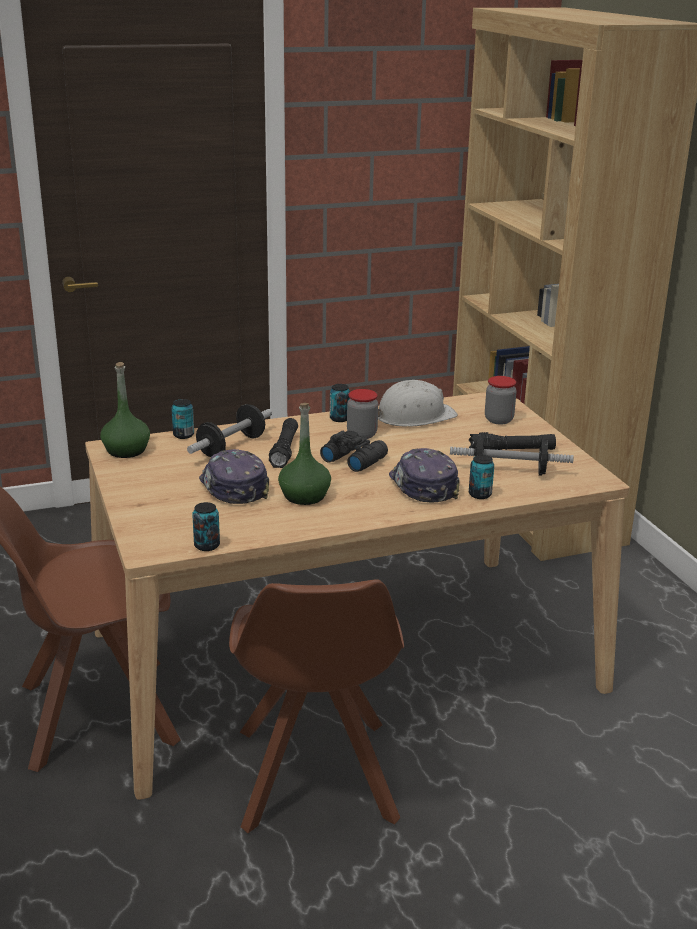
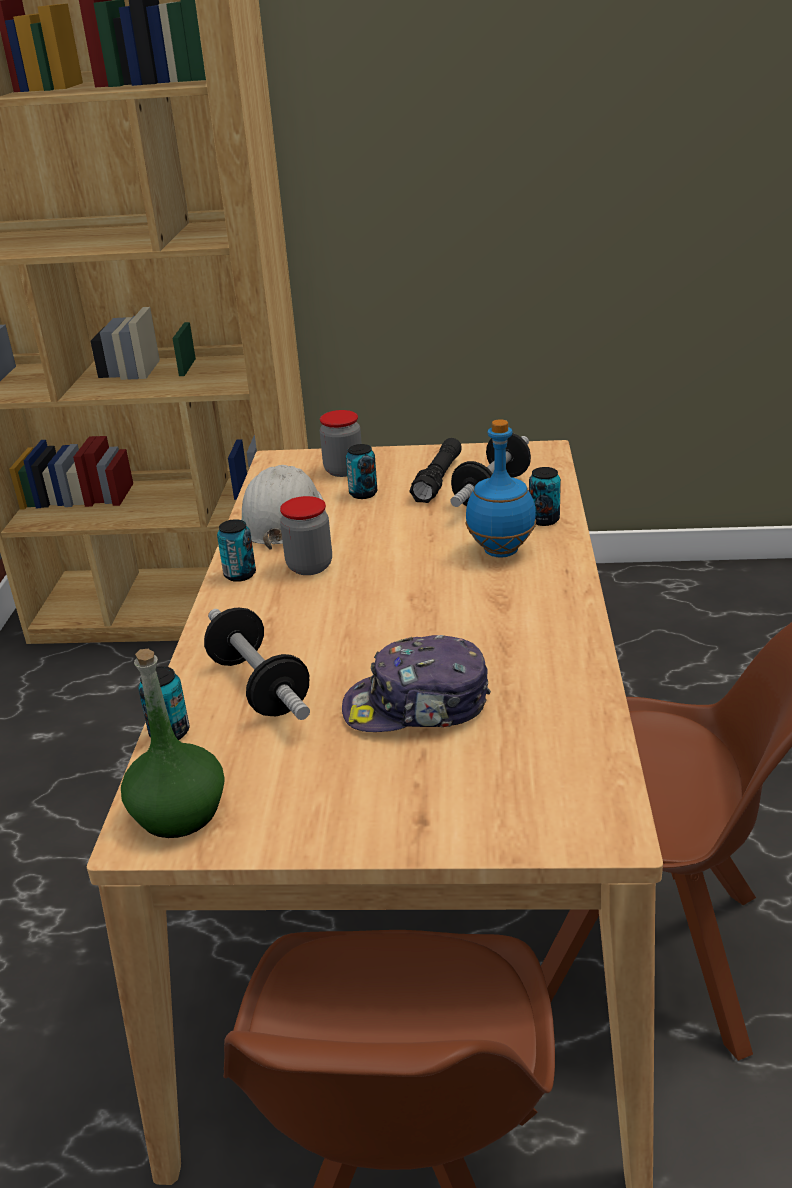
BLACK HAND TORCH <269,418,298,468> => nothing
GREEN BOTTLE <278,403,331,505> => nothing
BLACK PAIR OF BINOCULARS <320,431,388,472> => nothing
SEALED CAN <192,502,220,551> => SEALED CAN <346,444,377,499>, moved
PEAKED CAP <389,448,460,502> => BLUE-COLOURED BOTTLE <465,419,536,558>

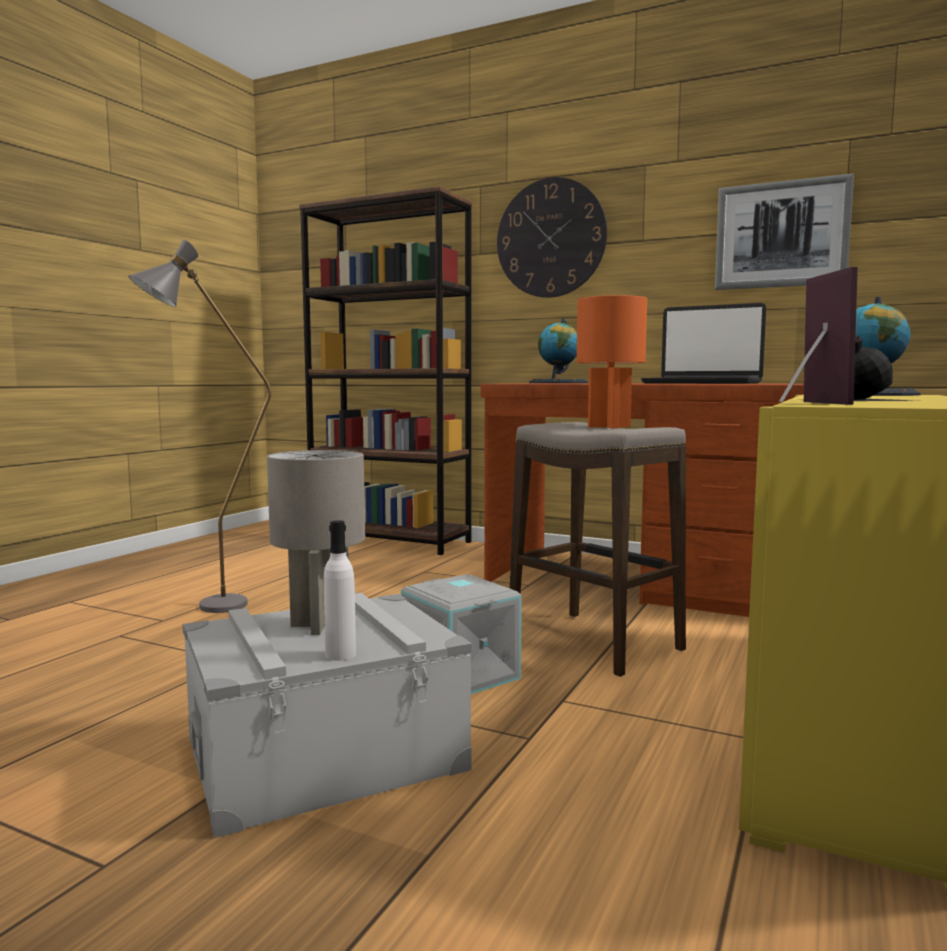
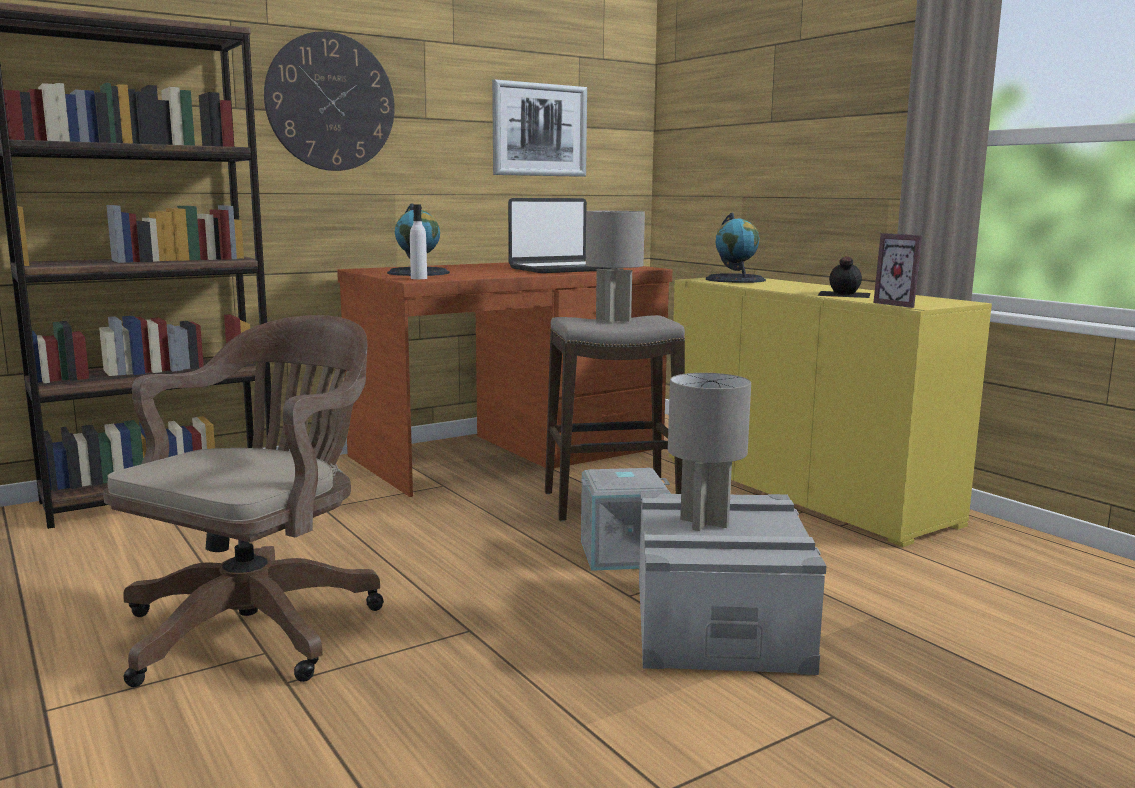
WHITISH BOTTLE <324,520,356,661> => WHITISH BOTTLE <410,204,427,279>, moved
GREY STANDING LAMP <128,240,271,613> => BROWNISH OFFICE CHAIR <103,315,384,687>
ORANGE LAMP FOR A TABLE <577,295,647,429> => GREY LAMP FOR A TABLE <586,211,645,323>
PHOTO FRAME <779,267,858,405> => PHOTO FRAME <873,233,922,308>, 150 degrees counterclockwise

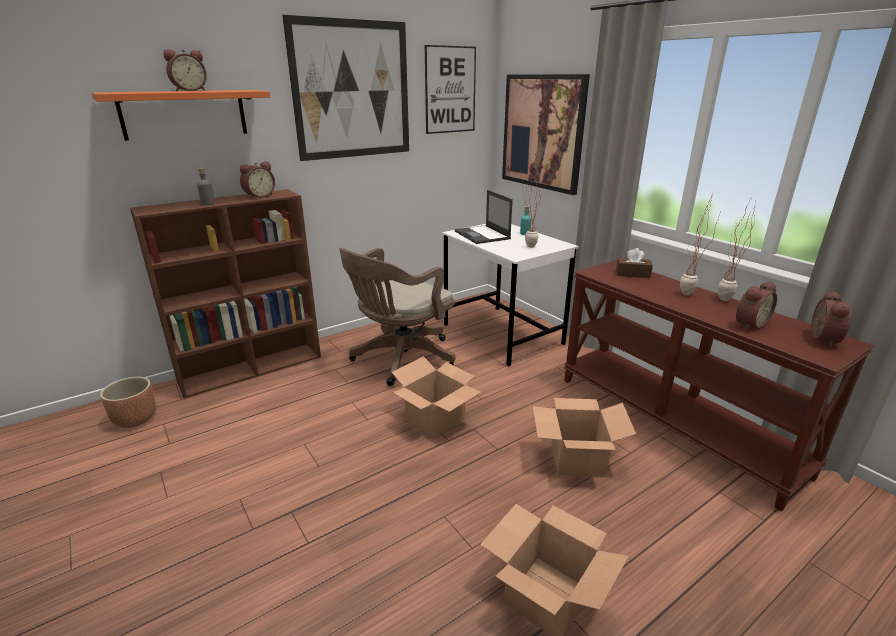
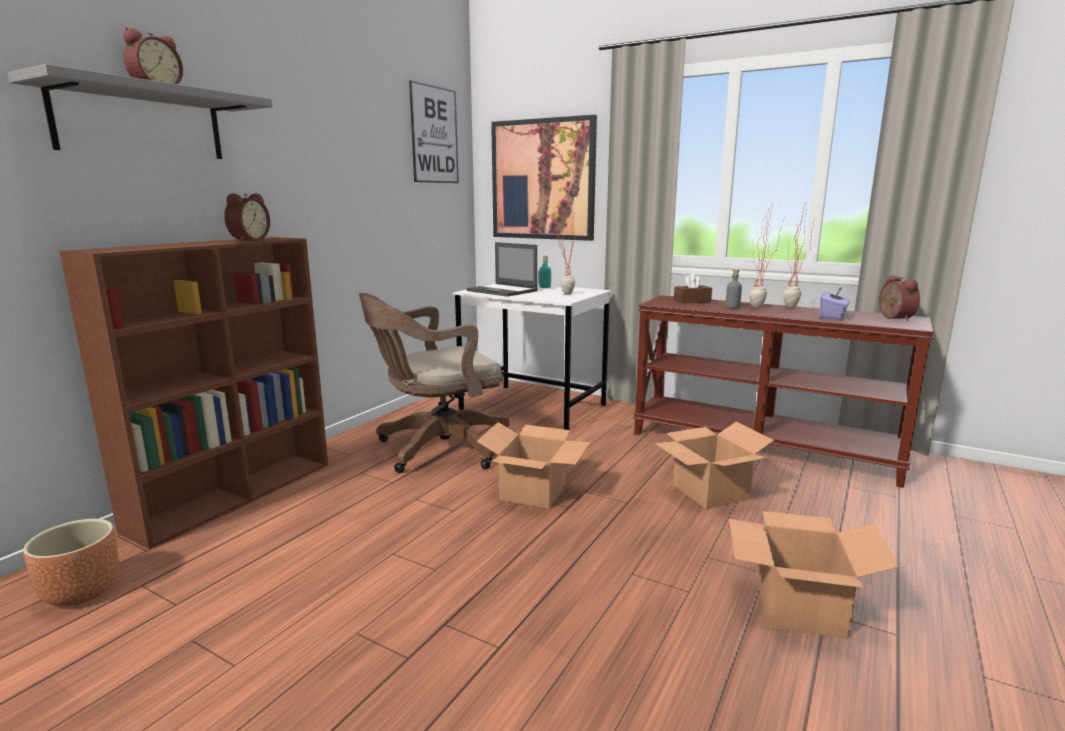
PICTURE <282,15,409,161> => nothing
GREY BOTTLE <197,168,215,205> => GREY BOTTLE <725,269,742,309>, moved
BEDSIDE CLOCK <736,281,777,330> => PURPLISH BOX OF TISSUES <820,286,850,320>
ORANGE BRACKET SHELF <92,90,270,141> => GREY BRACKET SHELF <7,64,273,159>
BROWNISH OFFICE CHAIR <339,248,455,386> => BROWNISH OFFICE CHAIR <359,293,509,473>, 45 degrees clockwise

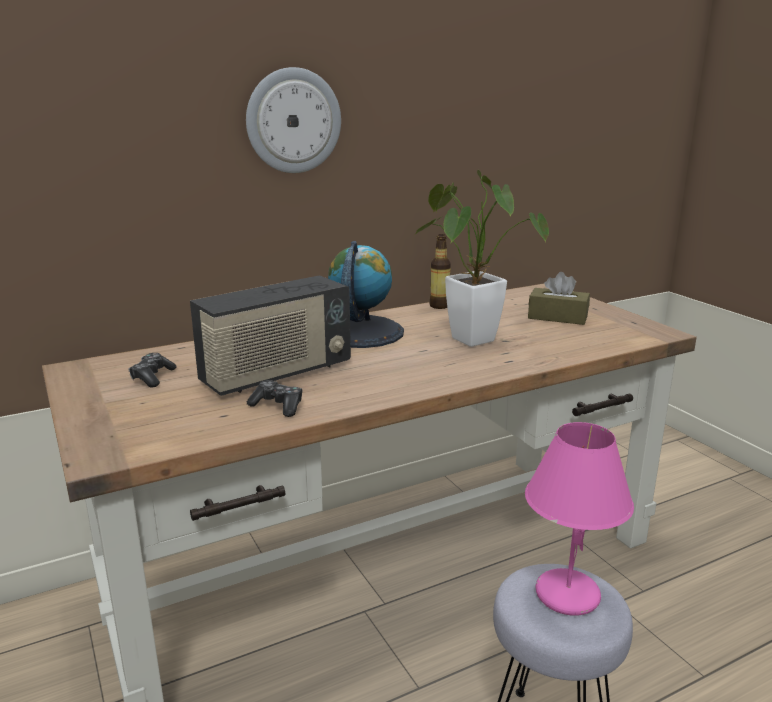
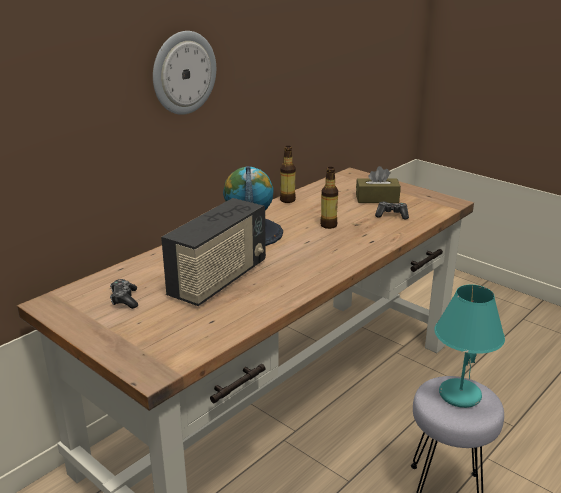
GAMEPAD <247,380,302,417> => GAMEPAD <375,202,409,219>, moved
PLANT IN A POT <416,170,549,347> => BOTTLE <320,167,338,229>
PINK-COLOURED LAMP FOR A TABLE <525,422,634,616> => TURQUOISE LAMP FOR A TABLE <434,285,505,408>

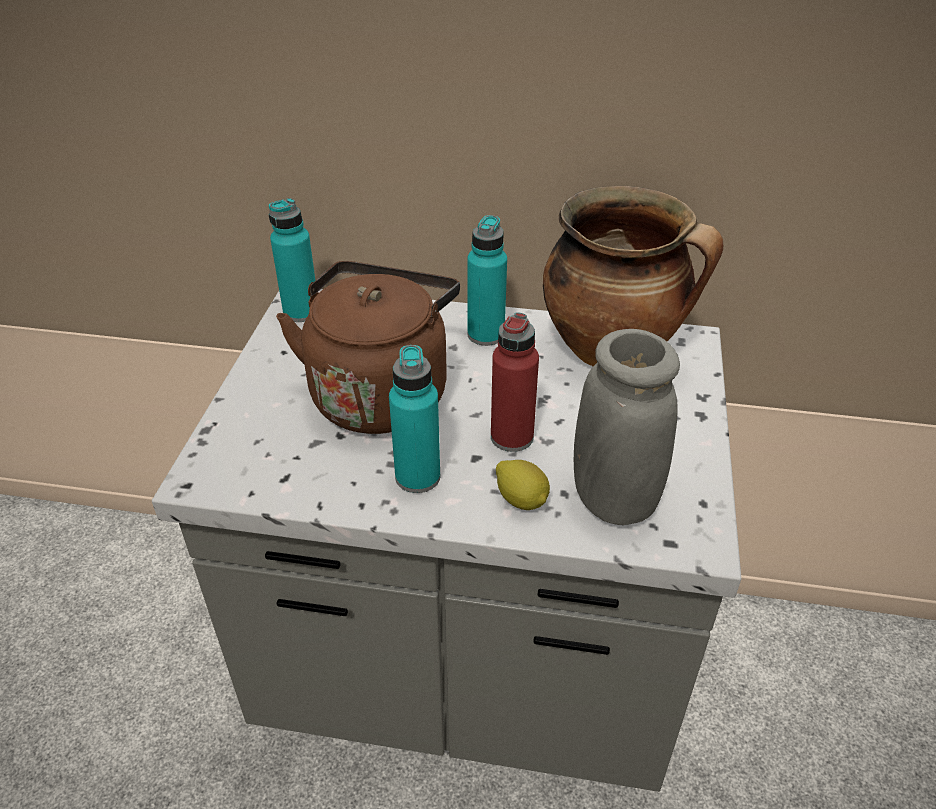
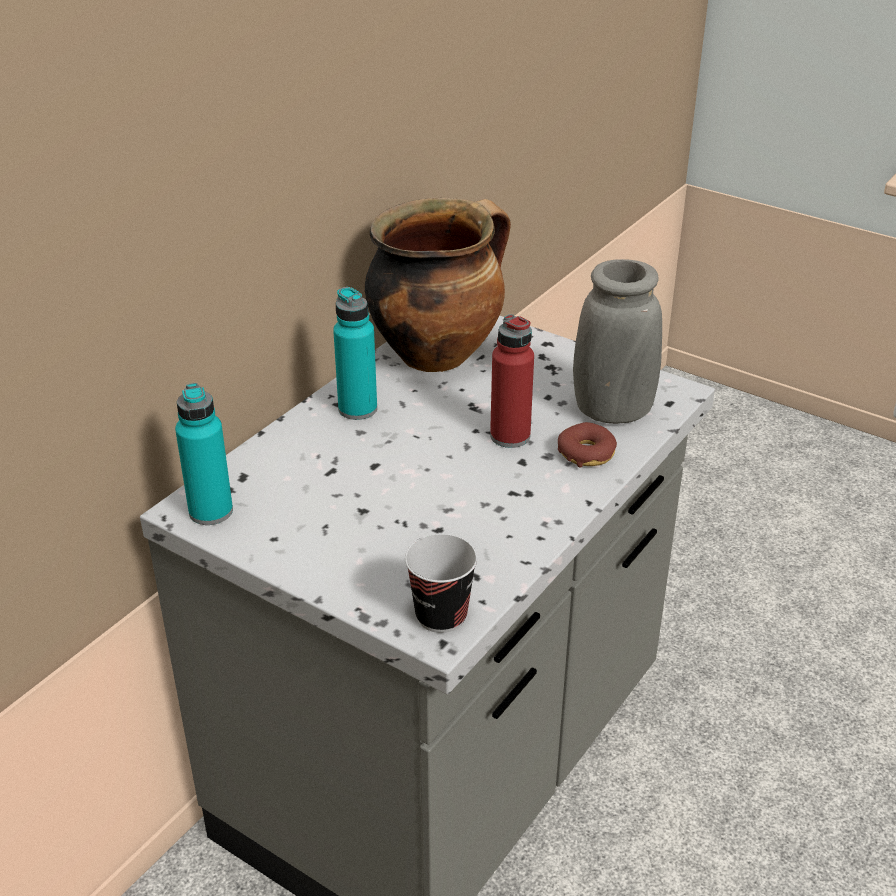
BROWNISH TEA KETTLE <276,261,460,434> => nothing
TURQUOISE BOTTLE <389,345,440,493> => nothing
nothing => SMALL CUP <405,534,477,633>
LEMON <496,460,550,510> => DOUGHNUT <558,422,617,468>

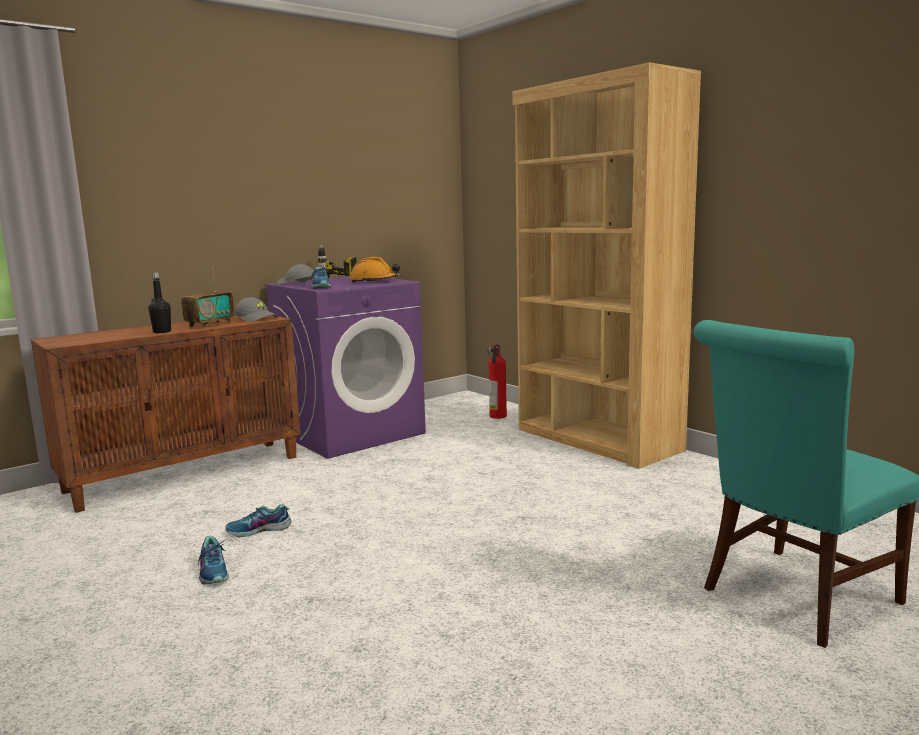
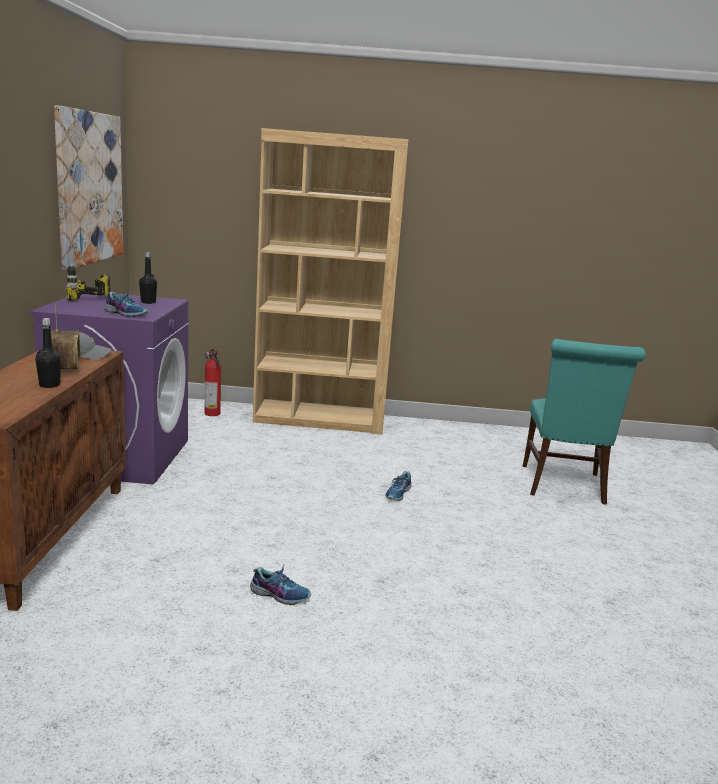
GREY PEAKED CAP <277,264,314,285> => nothing
nothing => PICTURE <54,105,123,270>
ITEM OF FOOTWEAR <225,504,291,537> => ITEM OF FOOTWEAR <385,471,411,501>, moved
ORANGE HARD HAT <350,257,400,283> => BLACK BOTTLE <139,252,157,304>

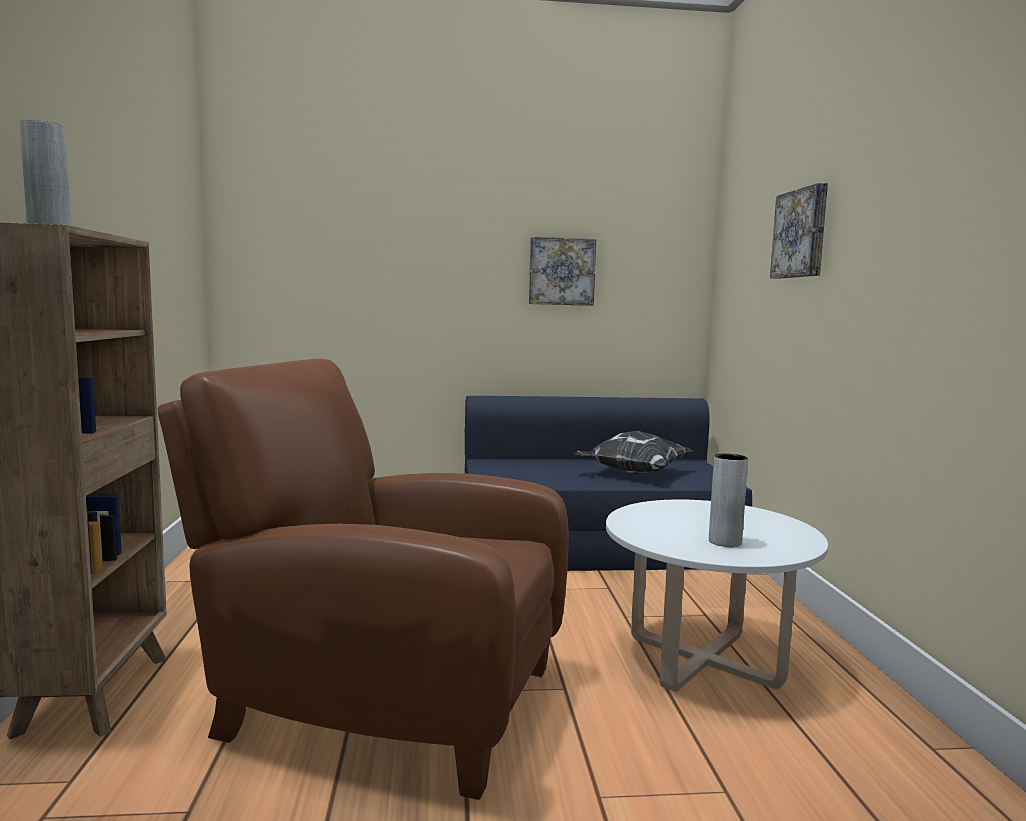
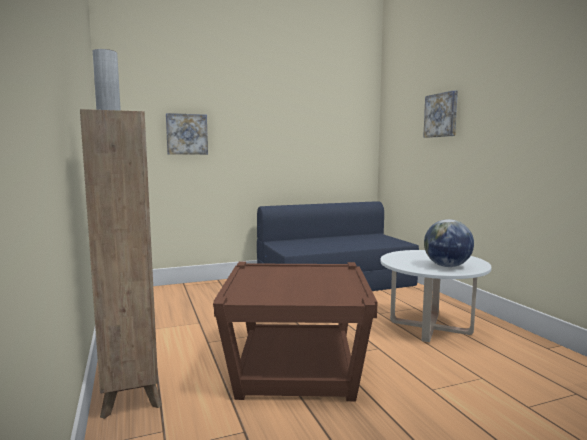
THROW PILLOW <573,431,692,474> => nothing
PICTURE <529,237,596,306> => PICTURE <166,113,208,155>, moved
BROWNISH ARMCHAIR <158,358,569,800> => BROWNISH ACCENT TABLE <213,262,377,401>
GREY DECORATIVE VASE <709,453,748,547> => GLOBE <424,219,474,267>

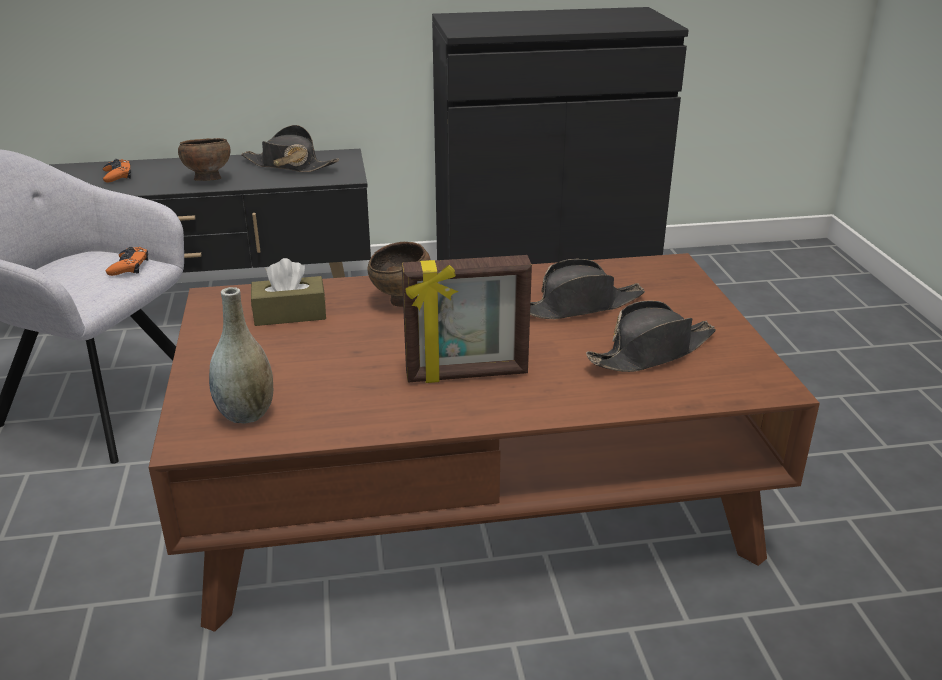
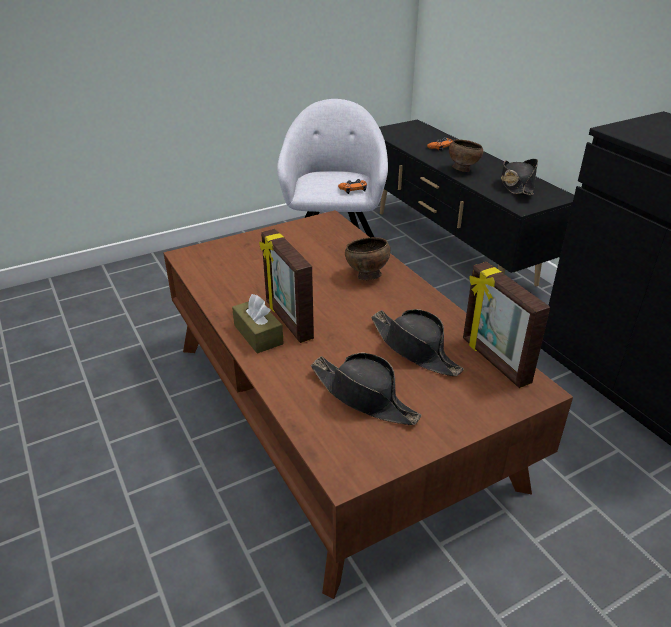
GREY DECORATIVE VASE <209,287,273,424> => nothing
nothing => PHOTO FRAME <463,262,550,388>
BROWNISH BOX OF TISSUES <251,258,326,326> => BROWNISH BOX OF TISSUES <232,294,284,354>, moved

